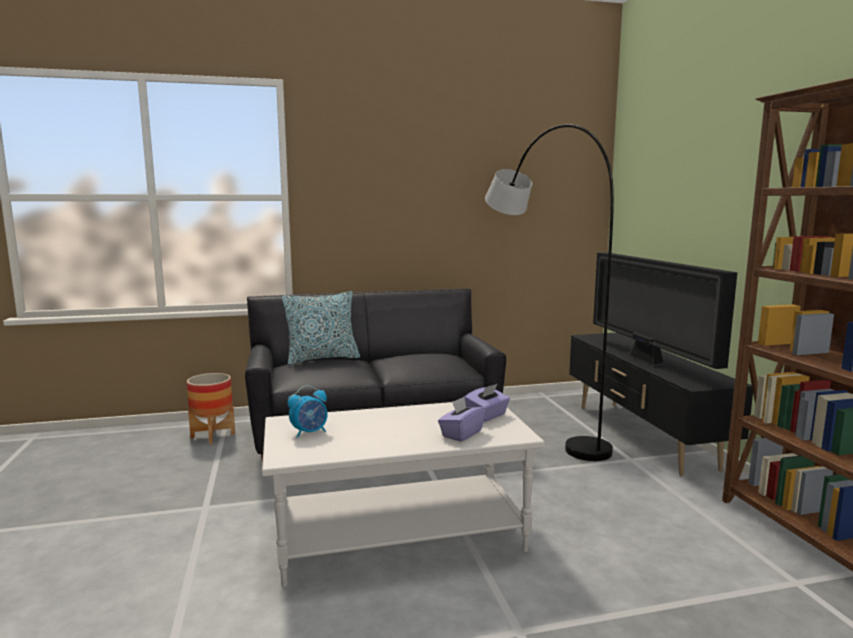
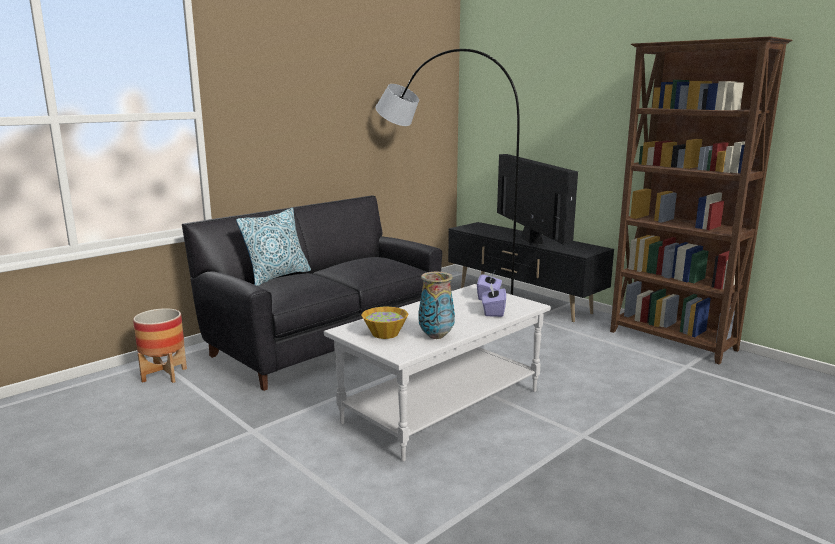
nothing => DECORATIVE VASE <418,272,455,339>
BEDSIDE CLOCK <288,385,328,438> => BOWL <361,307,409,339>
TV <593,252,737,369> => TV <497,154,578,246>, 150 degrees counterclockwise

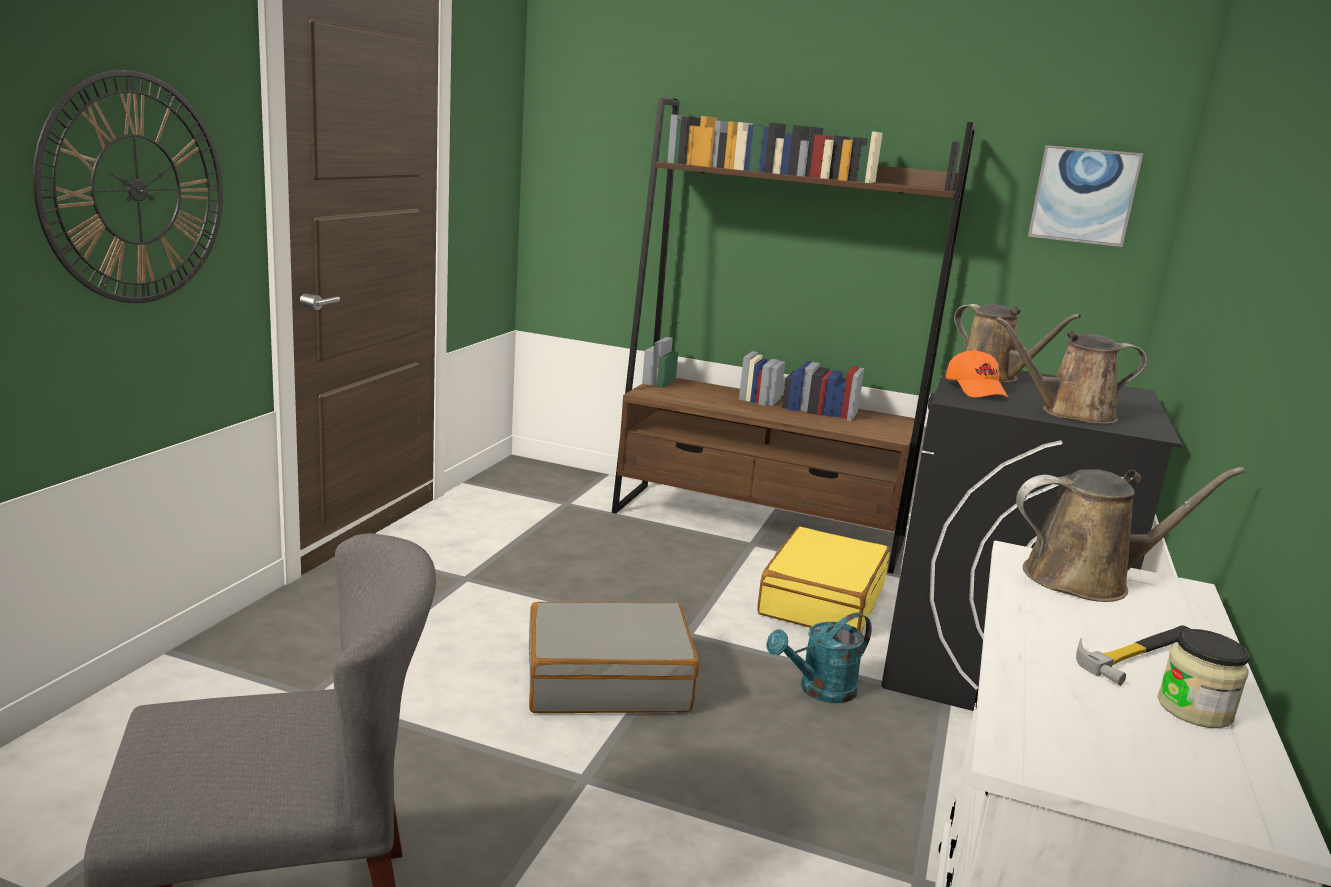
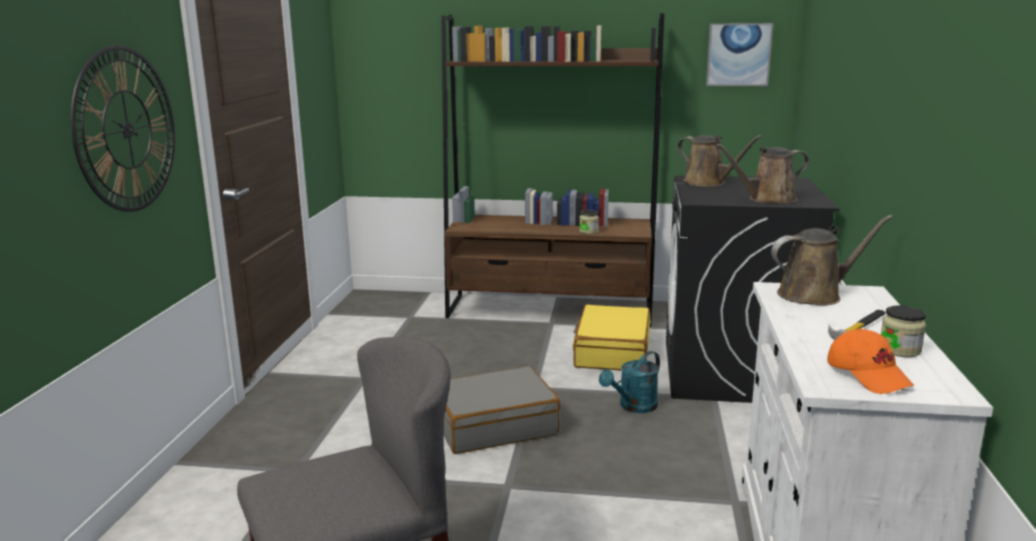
nothing => STORAGE JAR <579,210,599,234>
ORANGE PEAKED CAP <946,349,1008,397> => ORANGE PEAKED CAP <827,329,914,394>, moved

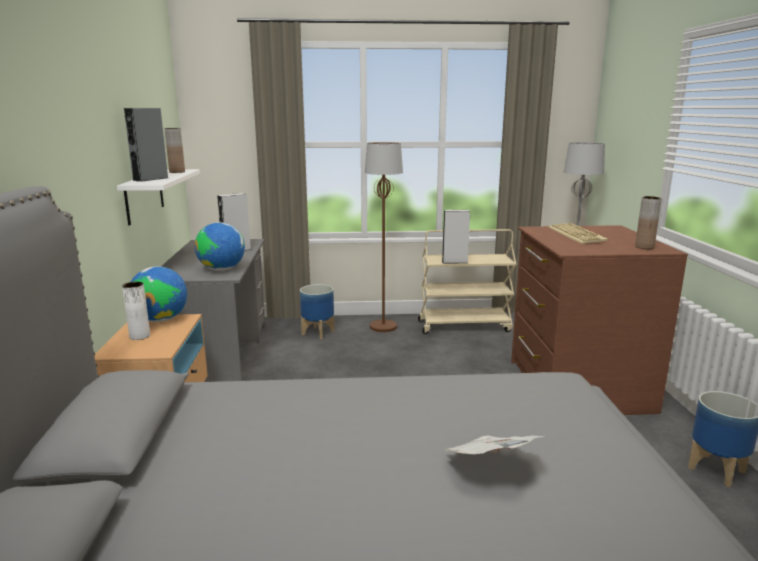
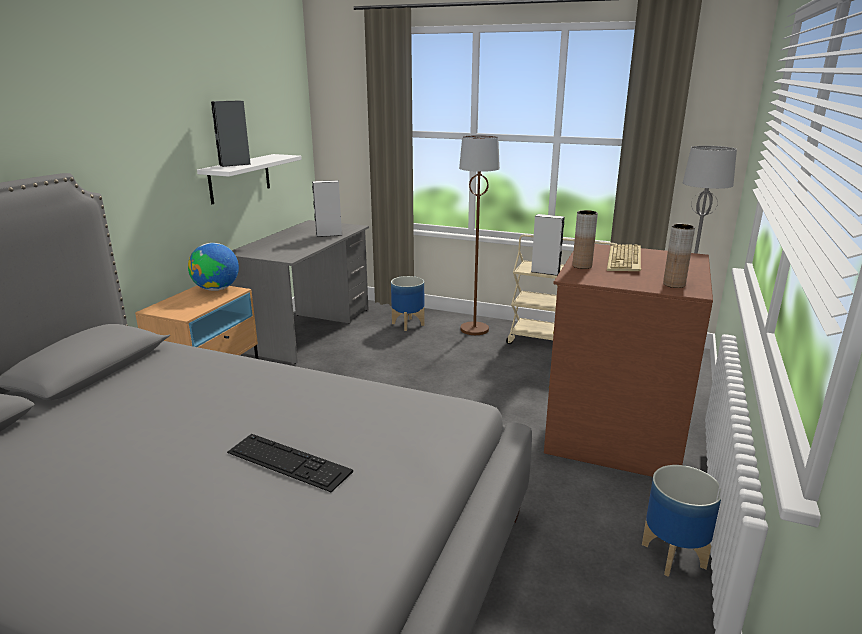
WHITISH DECORATIVE VASE <122,282,150,340> => nothing
GLOBE <195,222,245,271> => nothing
BROWNISH DECORATIVE VASE <165,128,185,173> => BROWNISH DECORATIVE VASE <572,210,598,269>, moved
NEWSPAPER <446,436,545,454> => COMPUTER KEYBOARD <227,434,353,492>

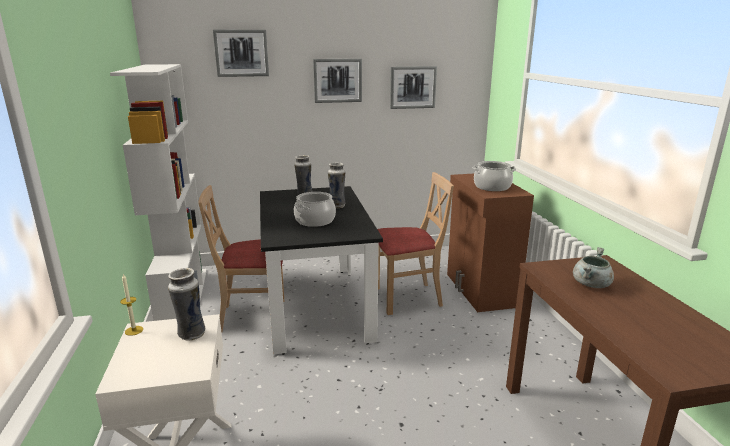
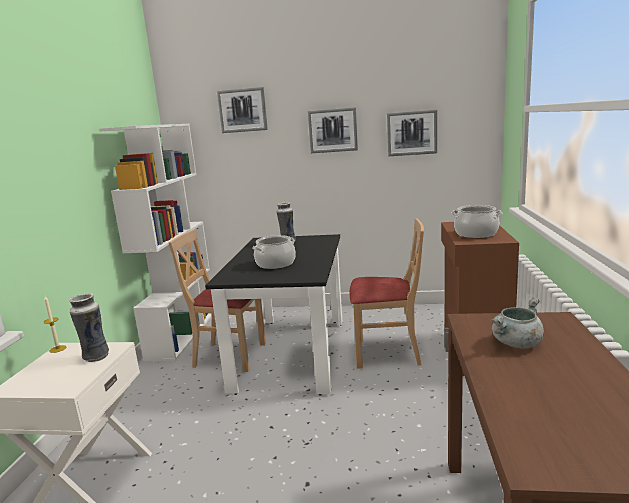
DECORATIVE VASE <328,162,346,208> => nothing

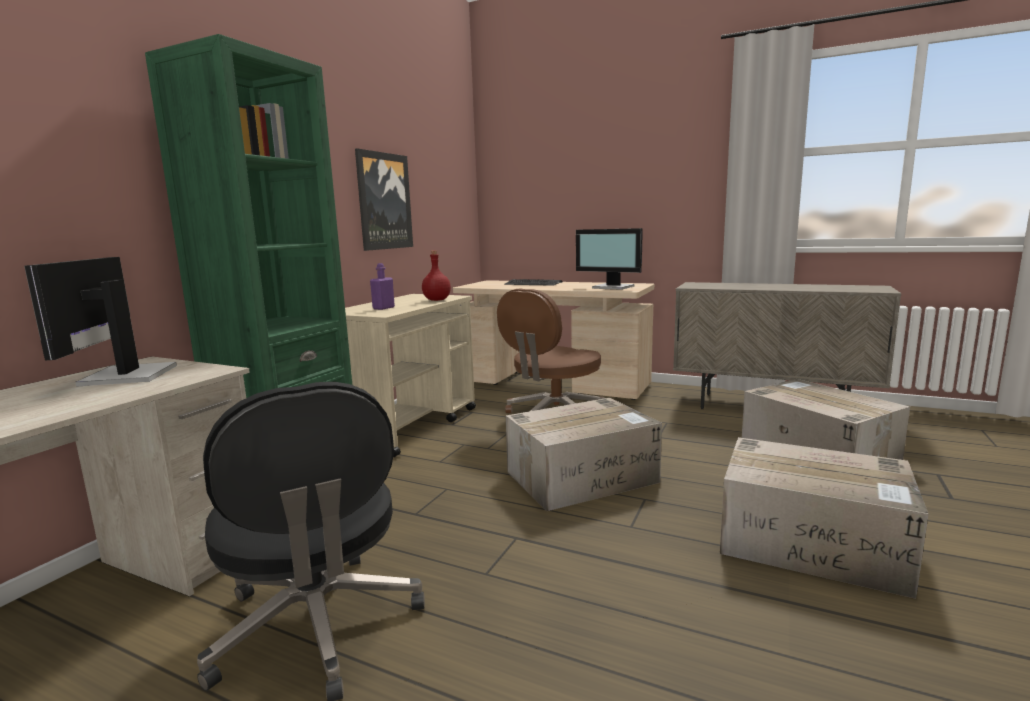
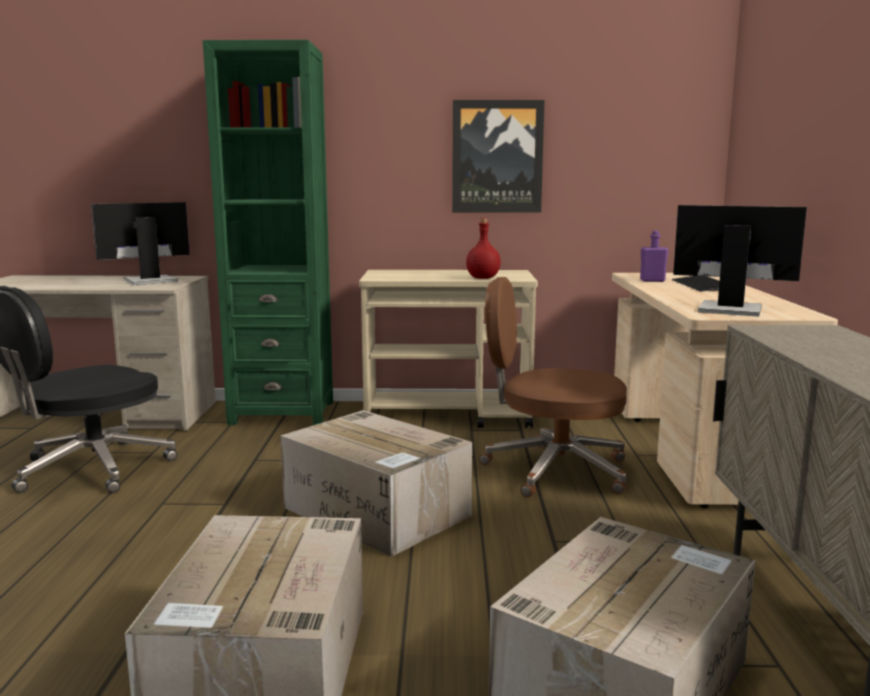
PURPLISH BOTTLE <370,263,395,310> => PURPLISH BOTTLE <640,231,668,282>, moved
MONITOR <576,228,643,290> => MONITOR <673,205,807,317>, 105 degrees clockwise

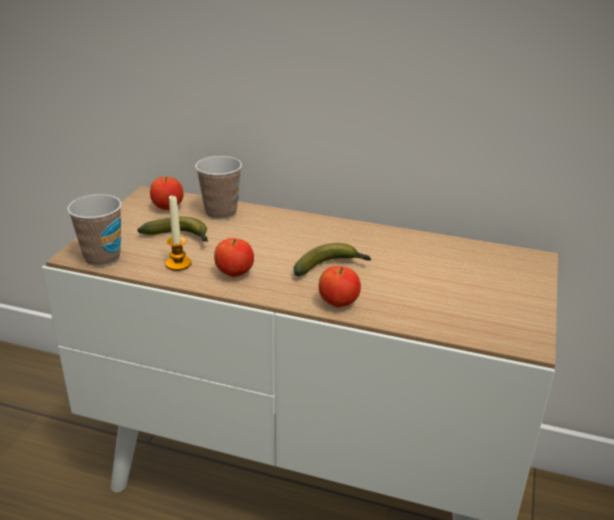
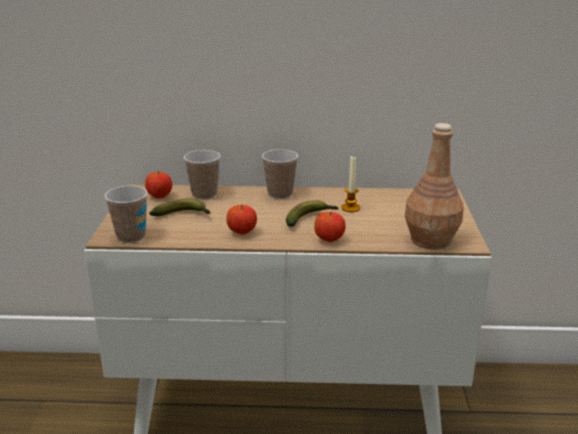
nothing => SMALL CUP <262,149,298,199>
nothing => BROWNISH BOTTLE <405,123,464,249>
WAX CANDLE <165,194,191,271> => WAX CANDLE <341,157,360,212>, moved

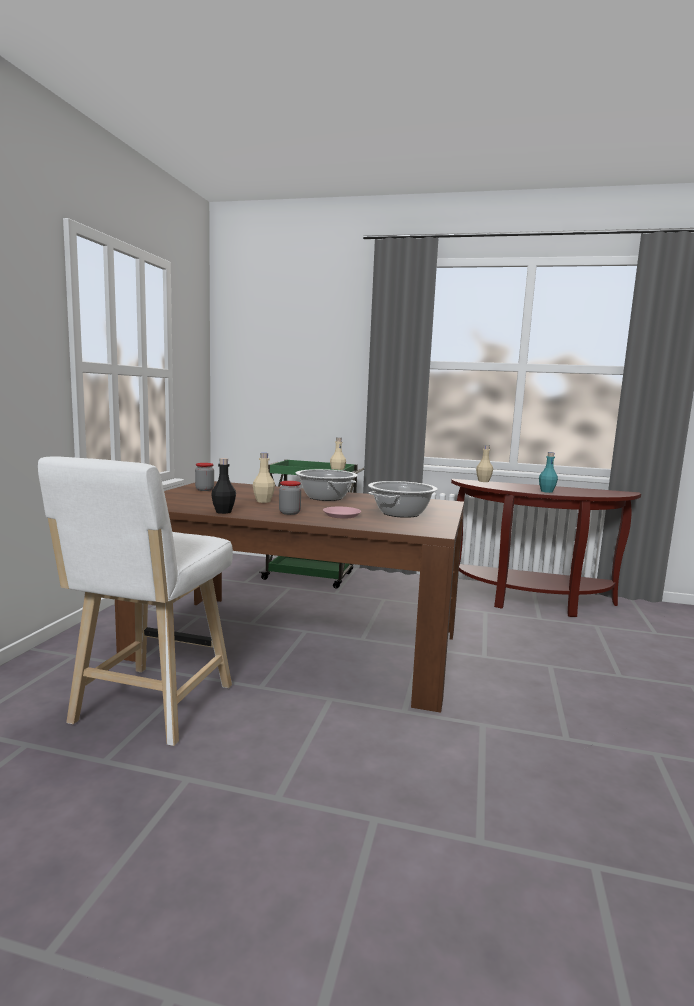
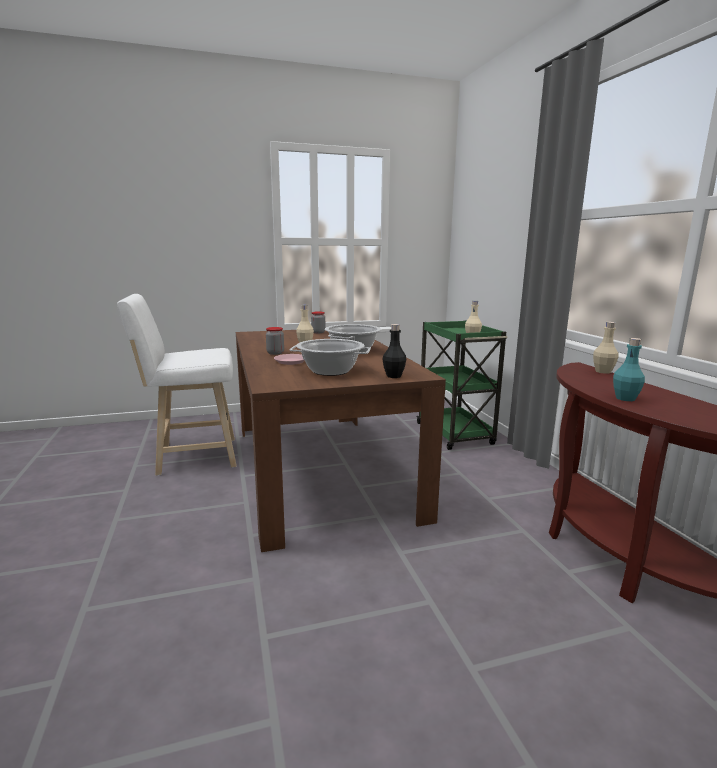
BLACK BOTTLE <211,458,236,514> => BLACK BOTTLE <383,324,406,378>, moved

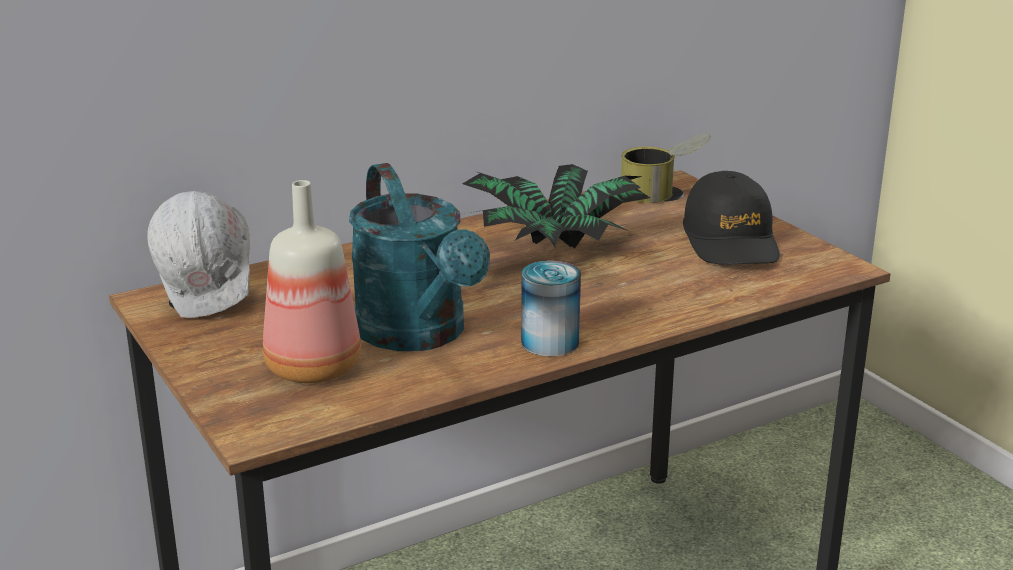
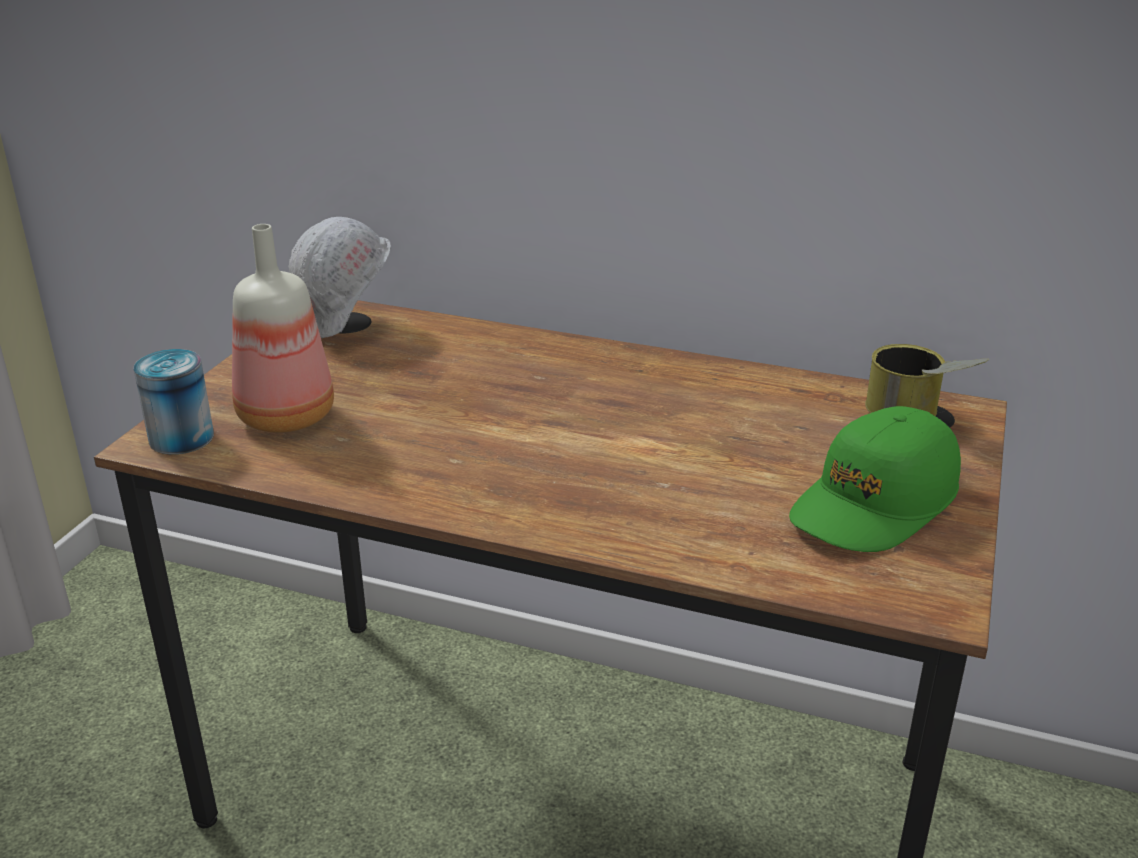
TURQUOISE WATERING CAN <349,163,490,351> => nothing
PLANT IN A POT <462,164,650,249> => nothing
SEALED CAN <521,261,581,357> => SEALED CAN <134,349,214,454>, moved
BLACK PEAKED CAP <683,171,780,265> => GREEN PEAKED CAP <789,406,961,552>

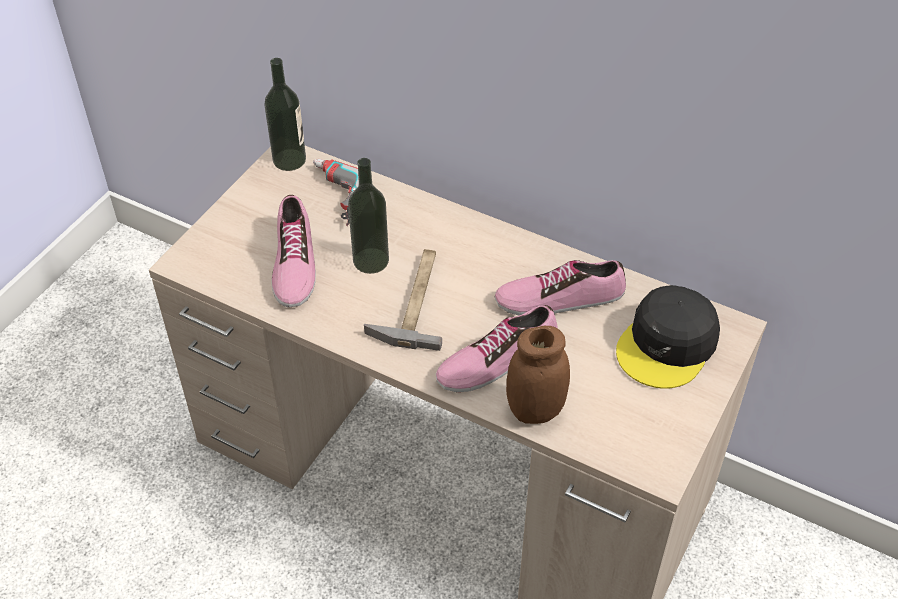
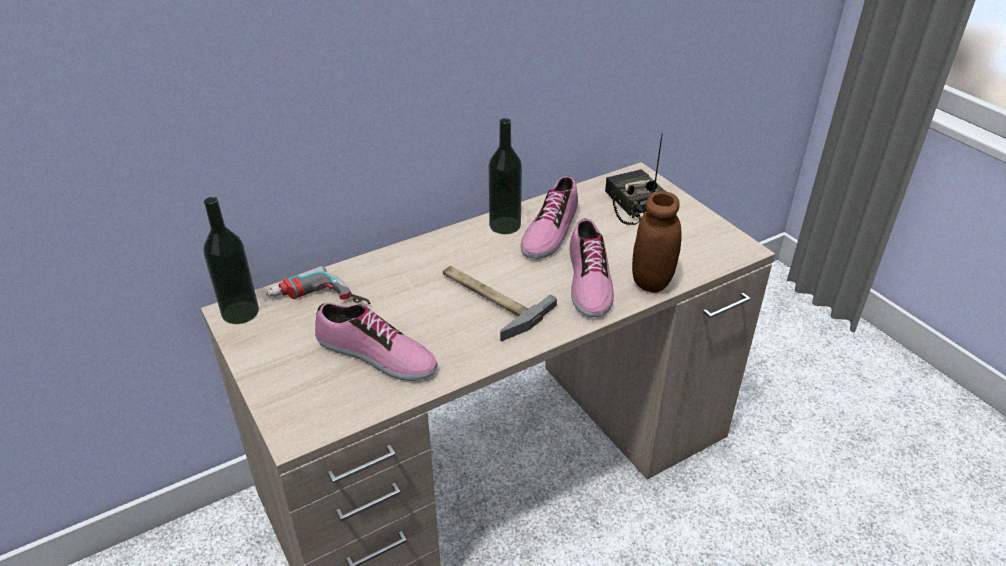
BOTTLE <348,158,389,274> => BOTTLE <489,118,522,234>, moved
BLACK PEAKED CAP <616,285,720,389> => RADIO RECEIVER <605,133,665,225>

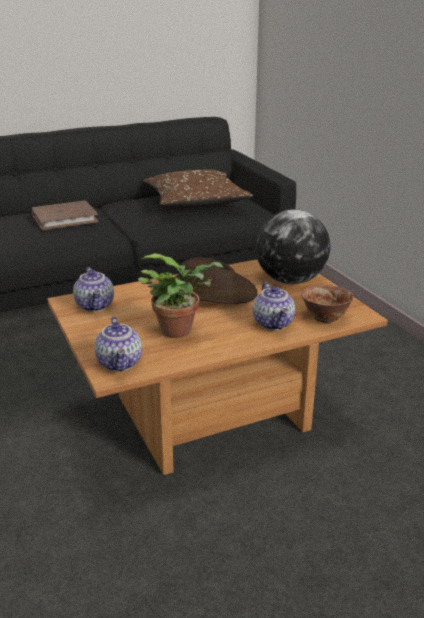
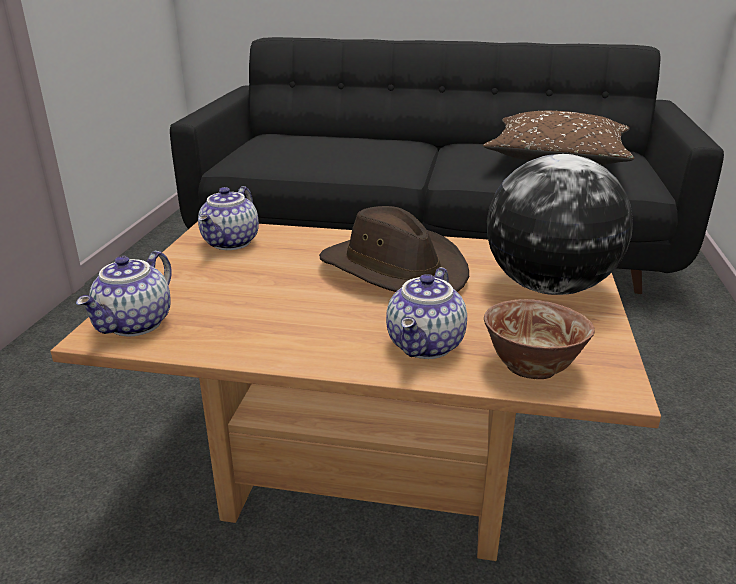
BROWNISH BOOK <32,201,98,230> => nothing
PLANT IN A POT <138,253,223,338> => nothing

